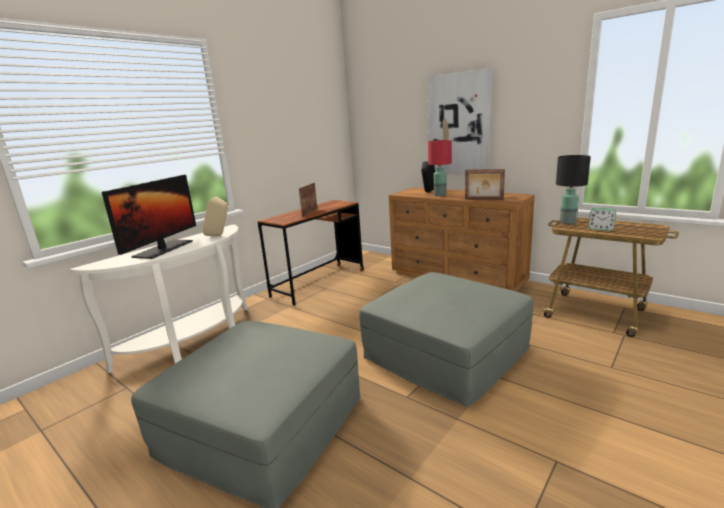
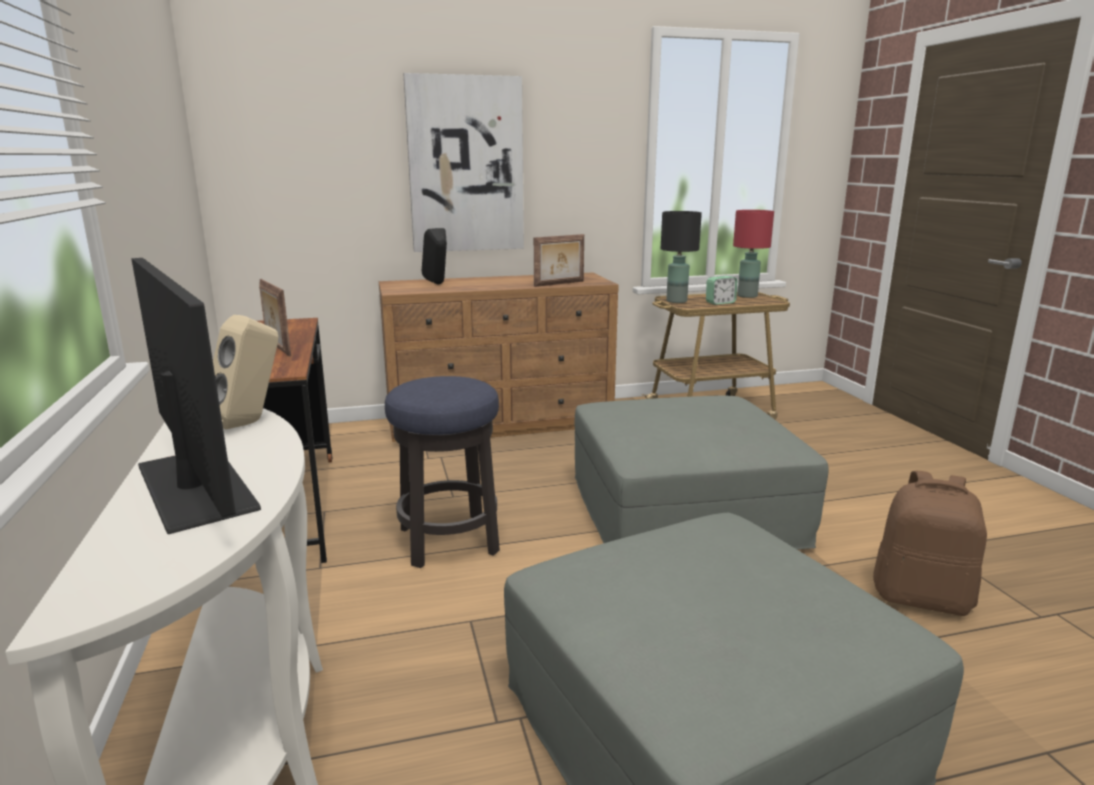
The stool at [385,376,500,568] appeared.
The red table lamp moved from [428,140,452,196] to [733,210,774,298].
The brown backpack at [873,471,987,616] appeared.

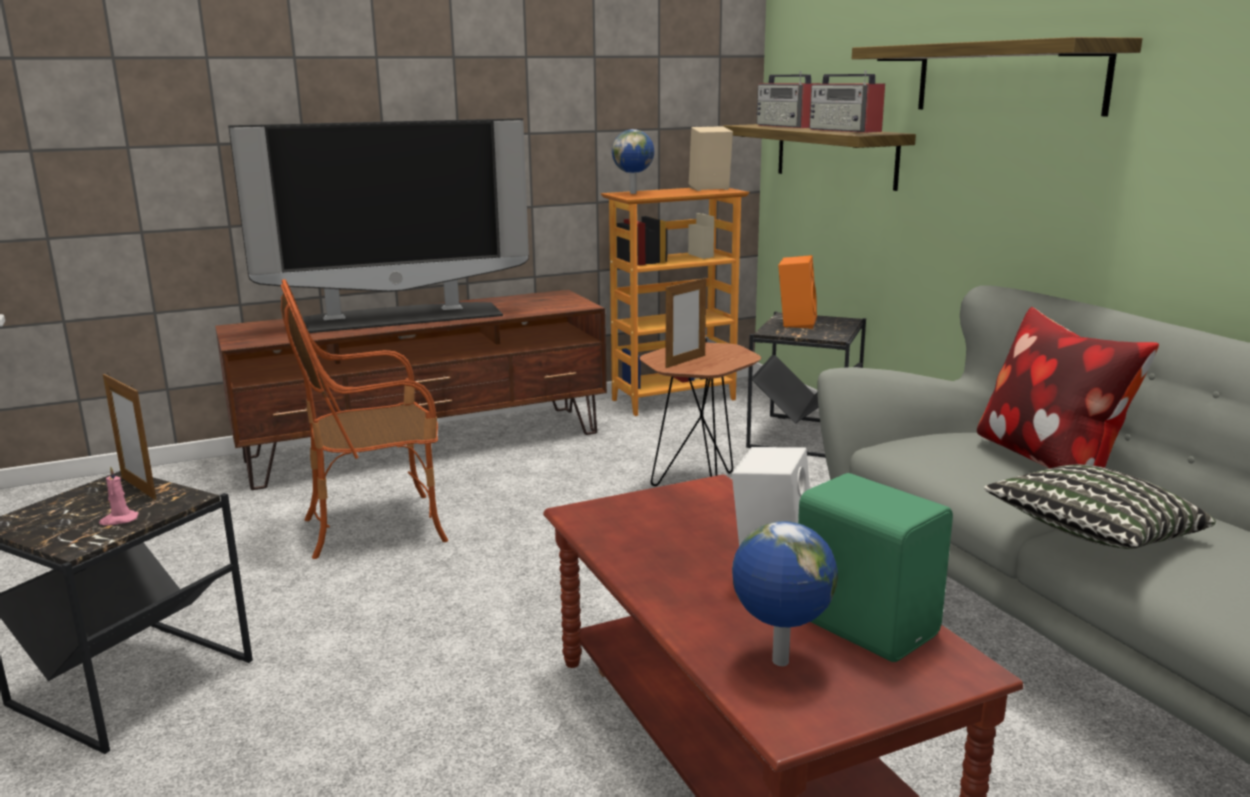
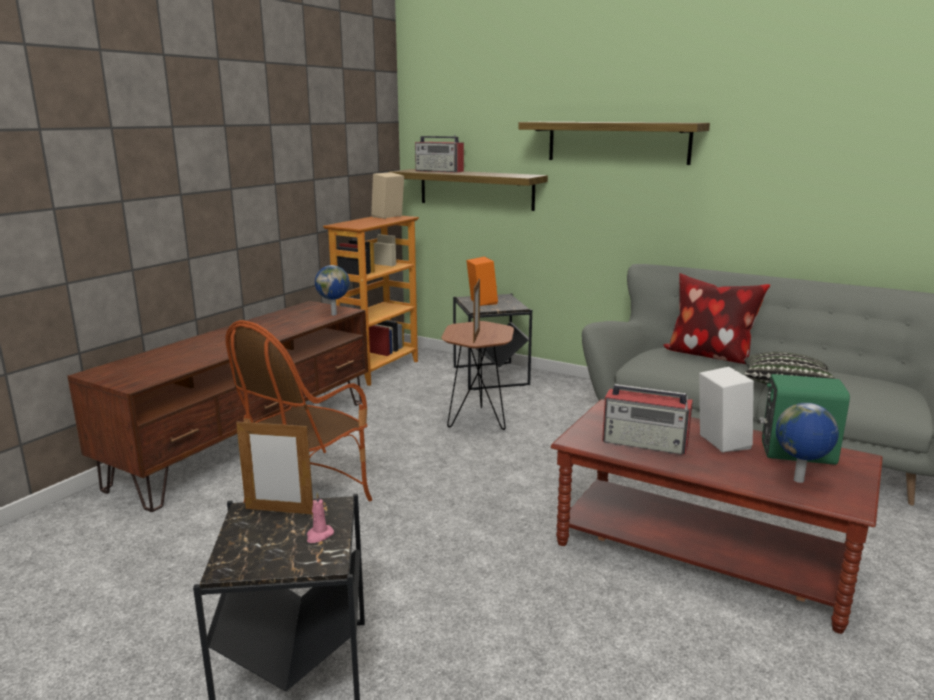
The globe moved from [612,129,654,194] to [315,265,350,315].
The radio moved from [809,70,885,133] to [602,384,693,455].
The television at [228,118,529,333] disappeared.

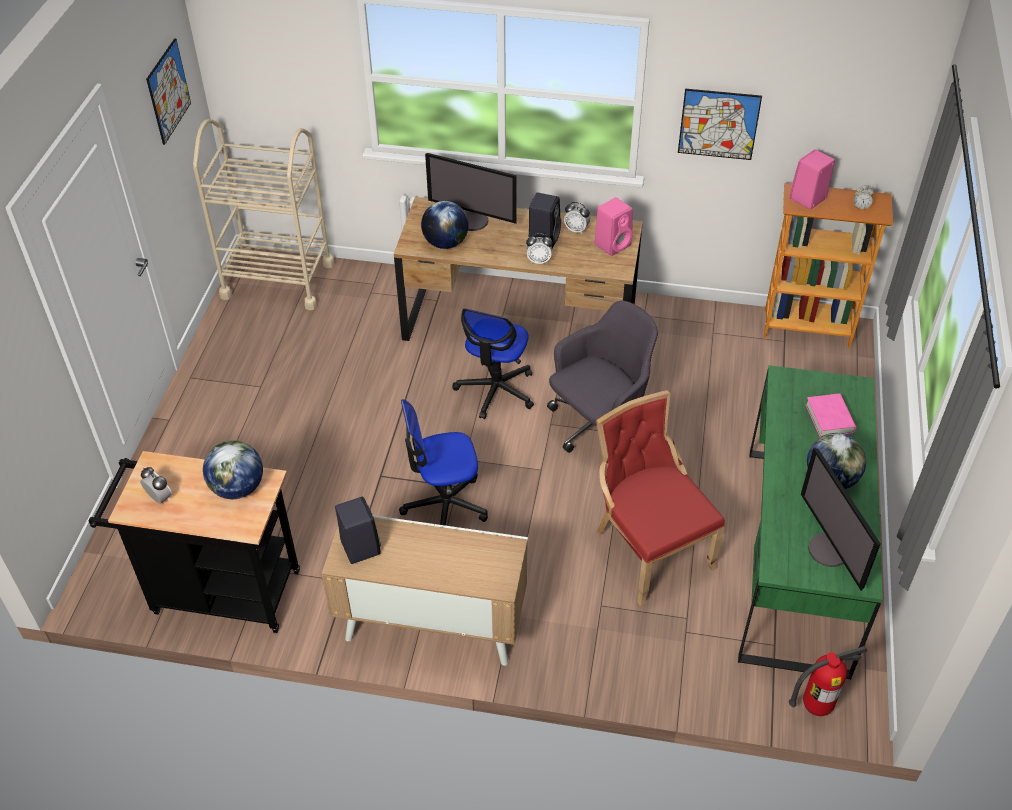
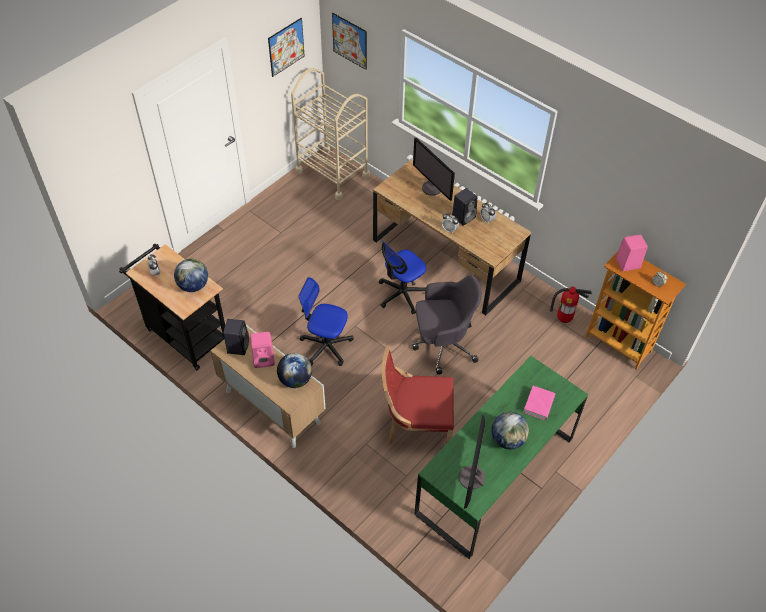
The pink speaker moved from [595,197,633,256] to [251,332,275,368].
The globe moved from [421,201,469,249] to [277,353,312,388].
The picture moved from [678,89,762,160] to [332,13,367,70].
The red chair at [596,390,725,606] turned 90 degrees counterclockwise.
The fire extinguisher moved from [789,646,867,716] to [550,287,592,323].

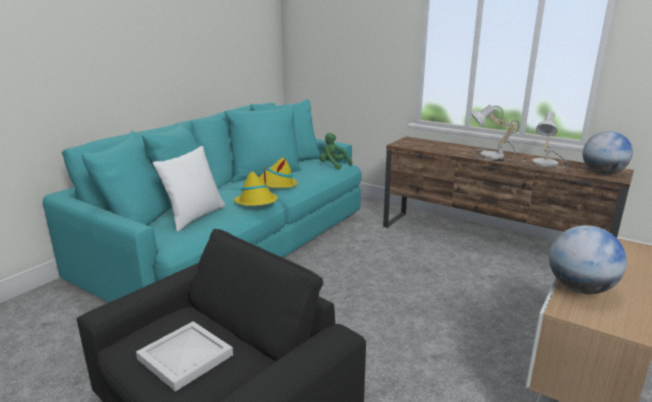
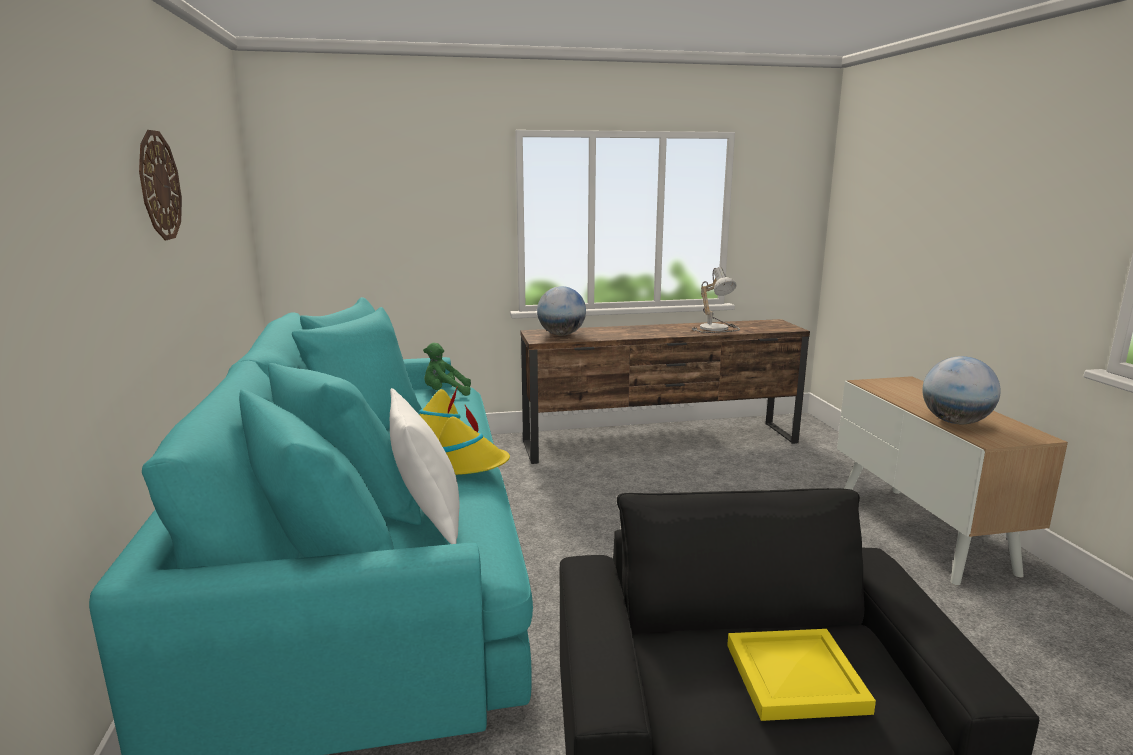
The wall clock at [139,130,182,240] appeared.
The globe moved from [583,131,633,175] to [537,286,586,335].
The white tray at [136,321,233,392] became the yellow tray at [727,629,876,721].
The table lamp at [471,104,519,161] disappeared.

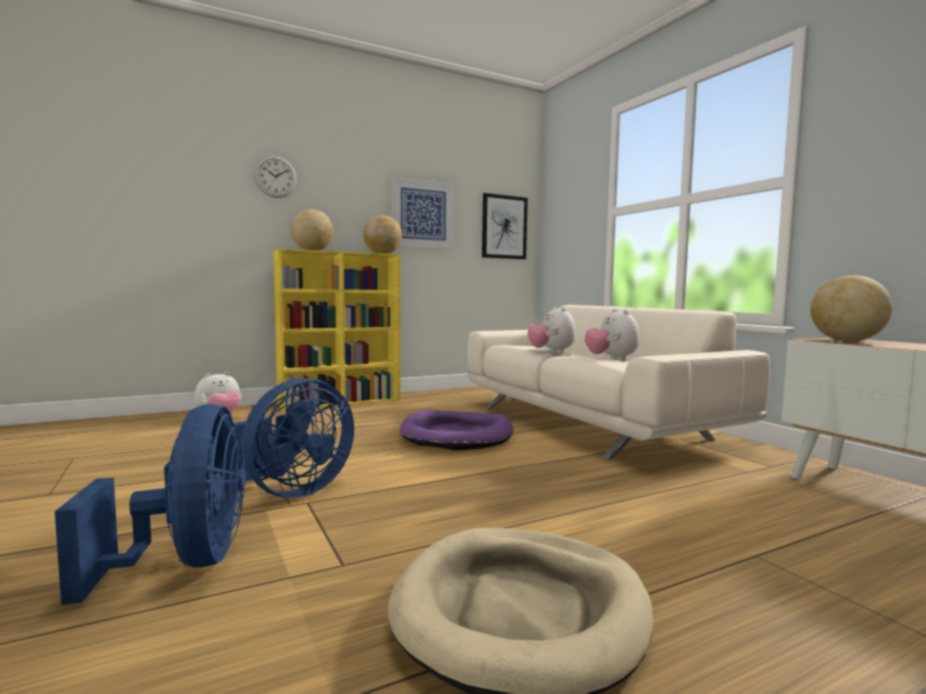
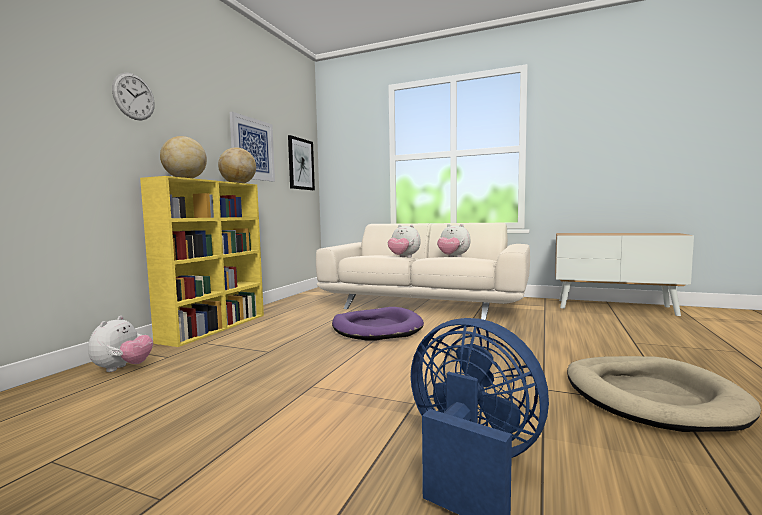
The blue fan at [233,378,354,498] disappeared.
The globe at [810,275,893,342] disappeared.

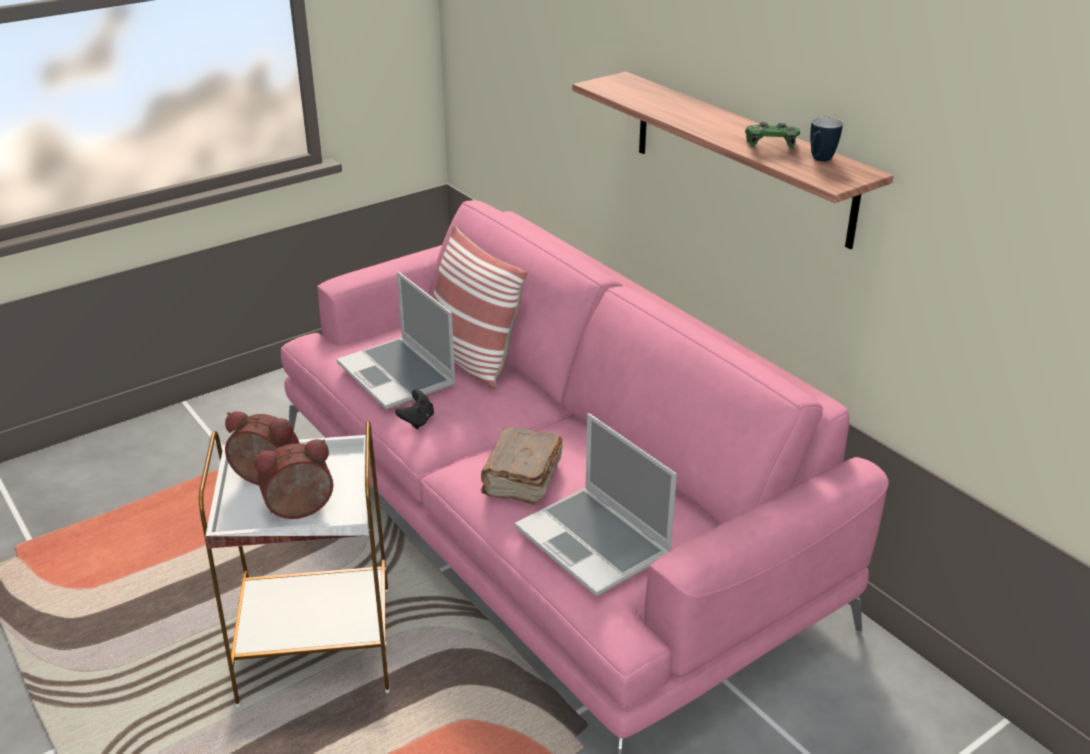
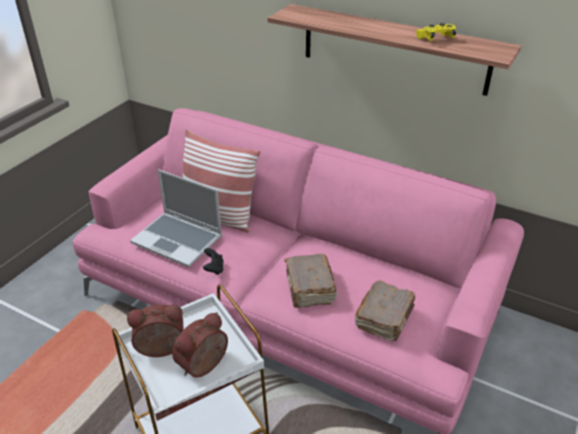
The laptop at [515,413,677,596] was replaced by the brown book at [355,280,415,341].
The green game controller at [745,122,800,149] became the yellow game controller at [416,23,456,41].
The mug at [810,117,843,162] disappeared.

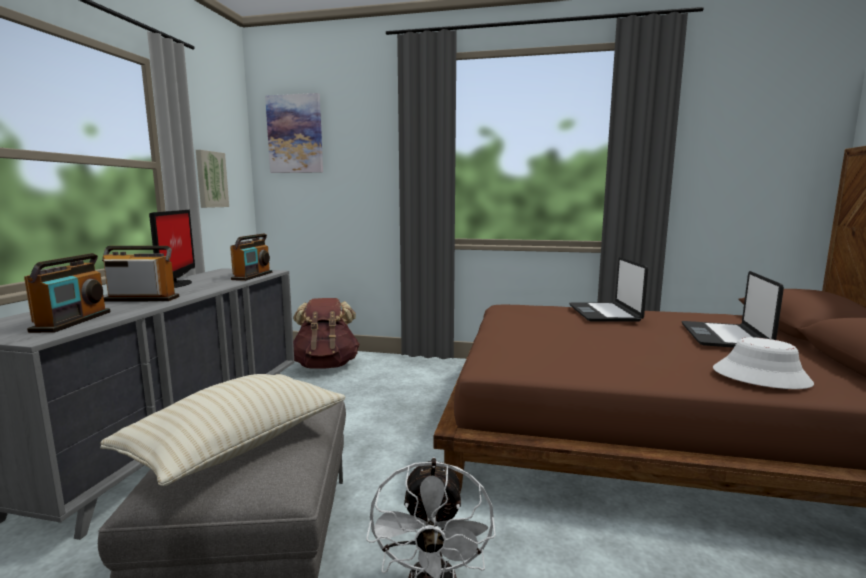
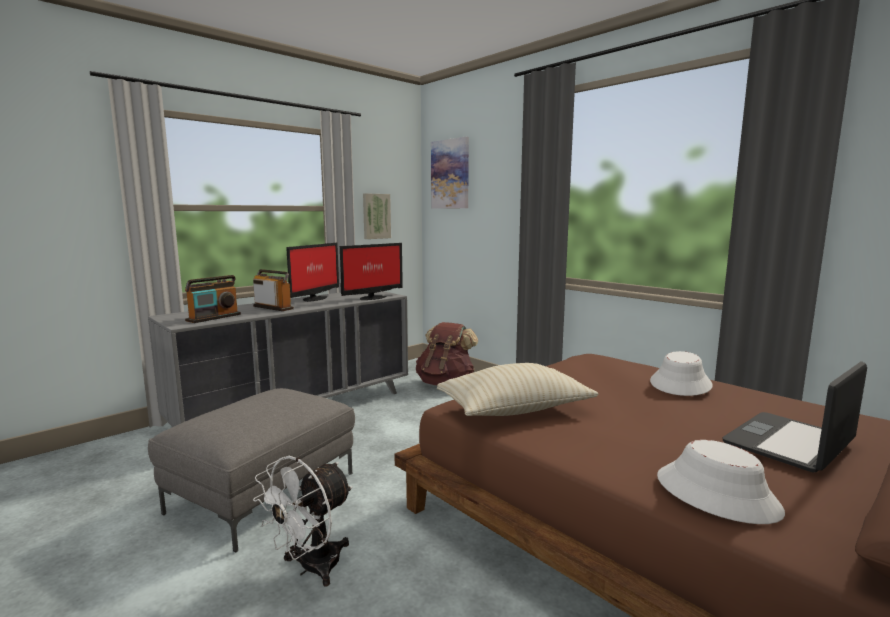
The radio at [230,234,272,281] was replaced by the monitor at [340,243,403,300].
The beige pillow moved from [100,374,346,486] to [437,363,599,416].
The laptop at [569,257,648,322] was replaced by the white hat at [650,351,713,396].

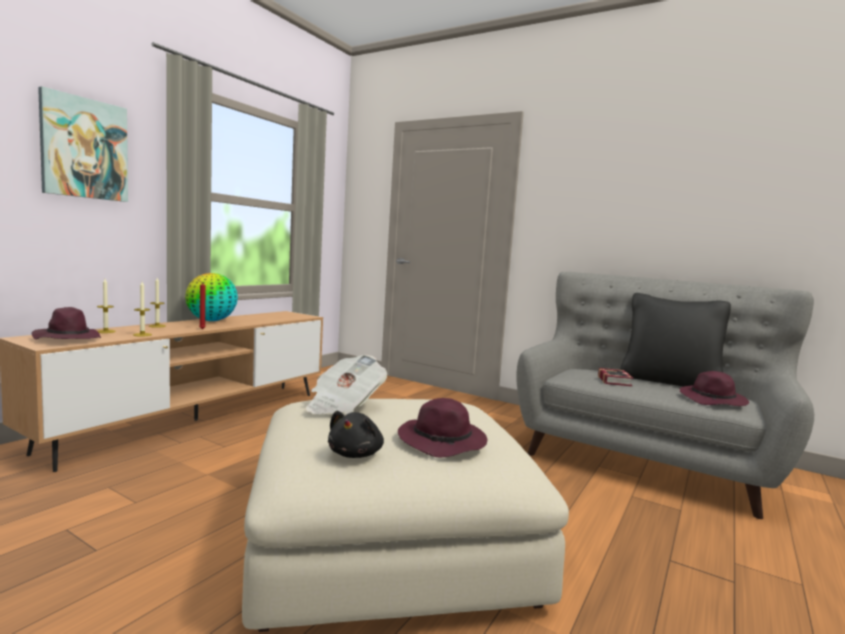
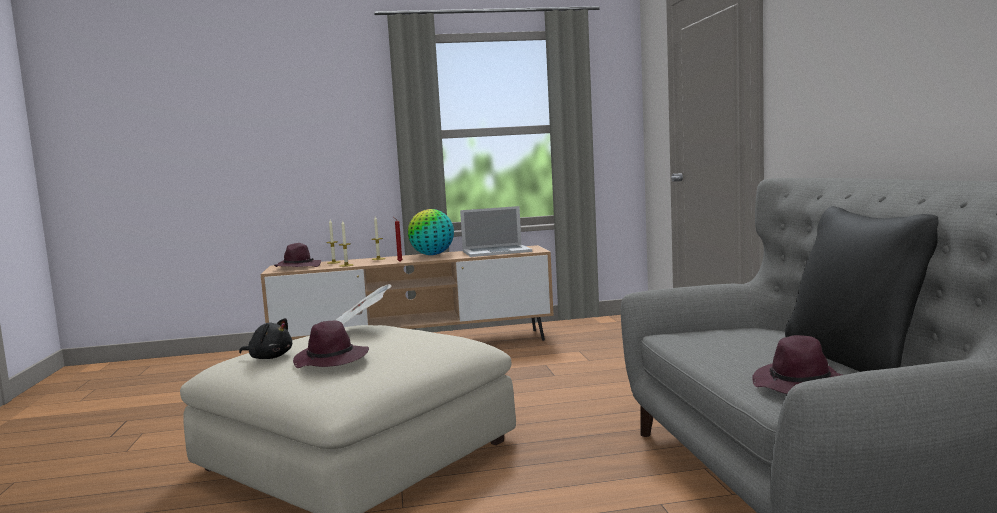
The black plush toy at [328,411,384,458] turned 135 degrees counterclockwise.
The laptop at [460,206,532,257] appeared.
The picture at [38,86,128,202] disappeared.
The book at [598,368,633,386] disappeared.

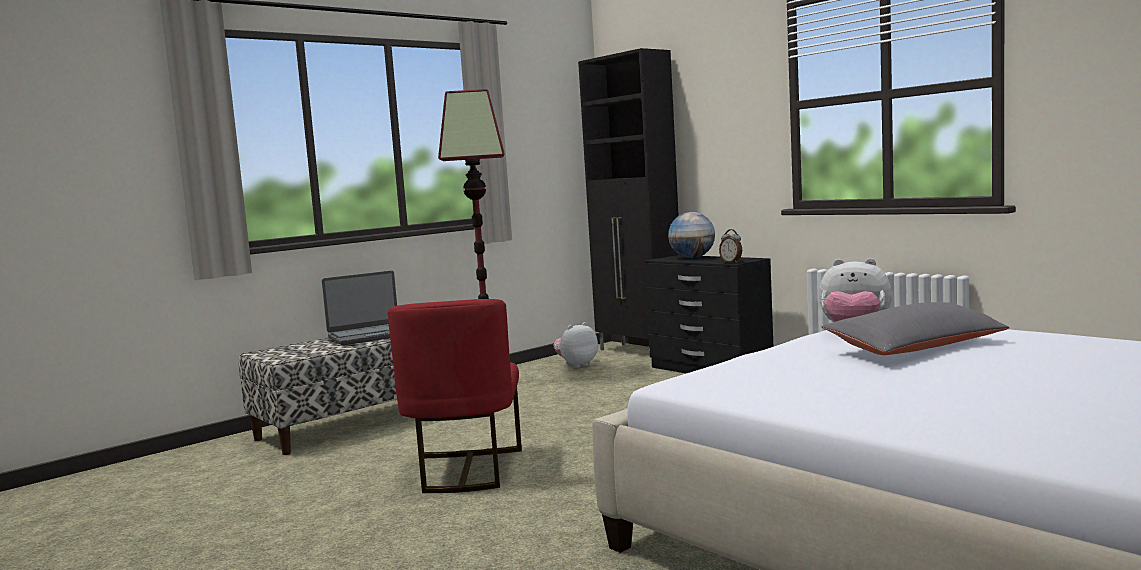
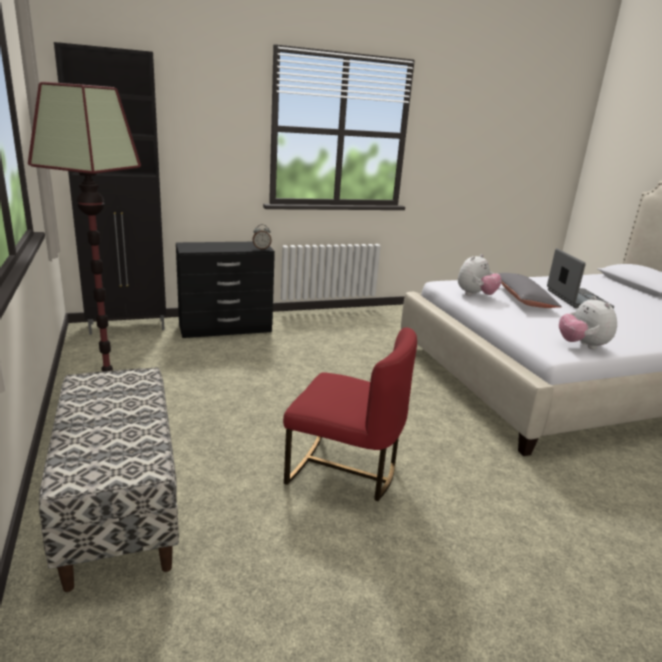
The laptop moved from [322,271,397,345] to [547,248,614,308].
The plush toy moved from [553,322,598,368] to [559,296,617,350].
The globe at [668,212,715,258] disappeared.

